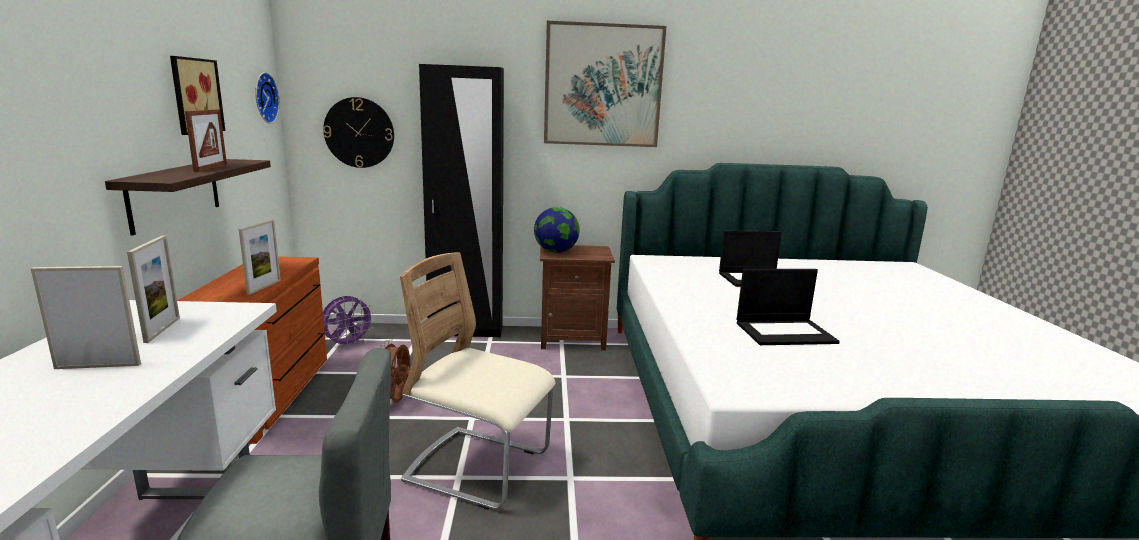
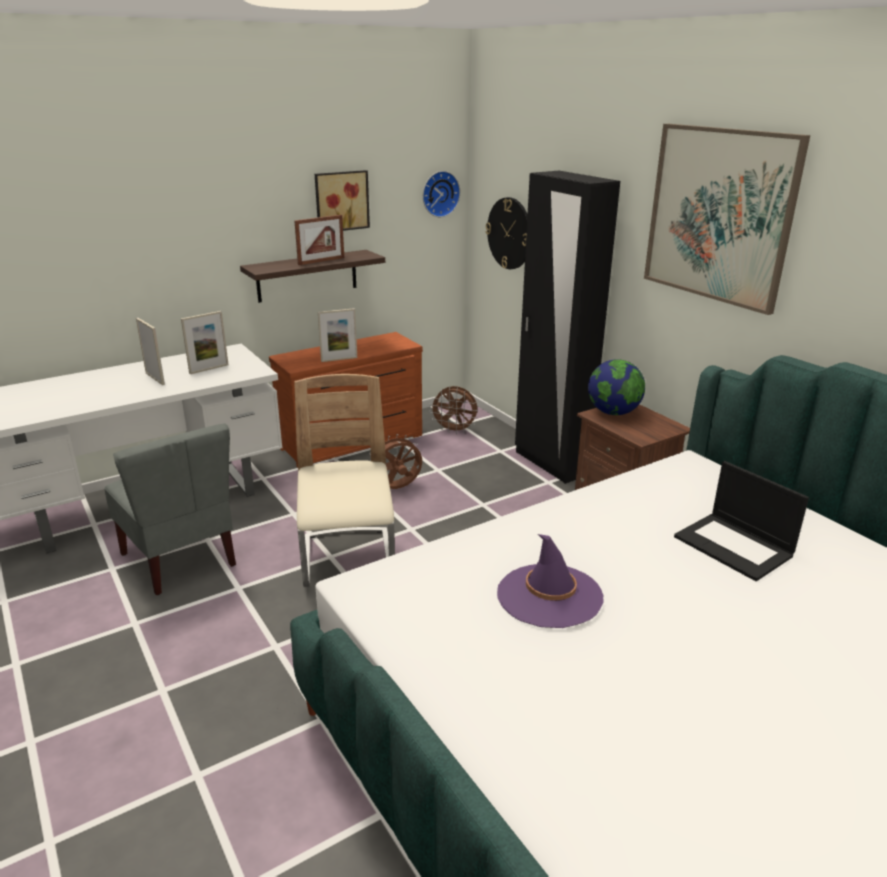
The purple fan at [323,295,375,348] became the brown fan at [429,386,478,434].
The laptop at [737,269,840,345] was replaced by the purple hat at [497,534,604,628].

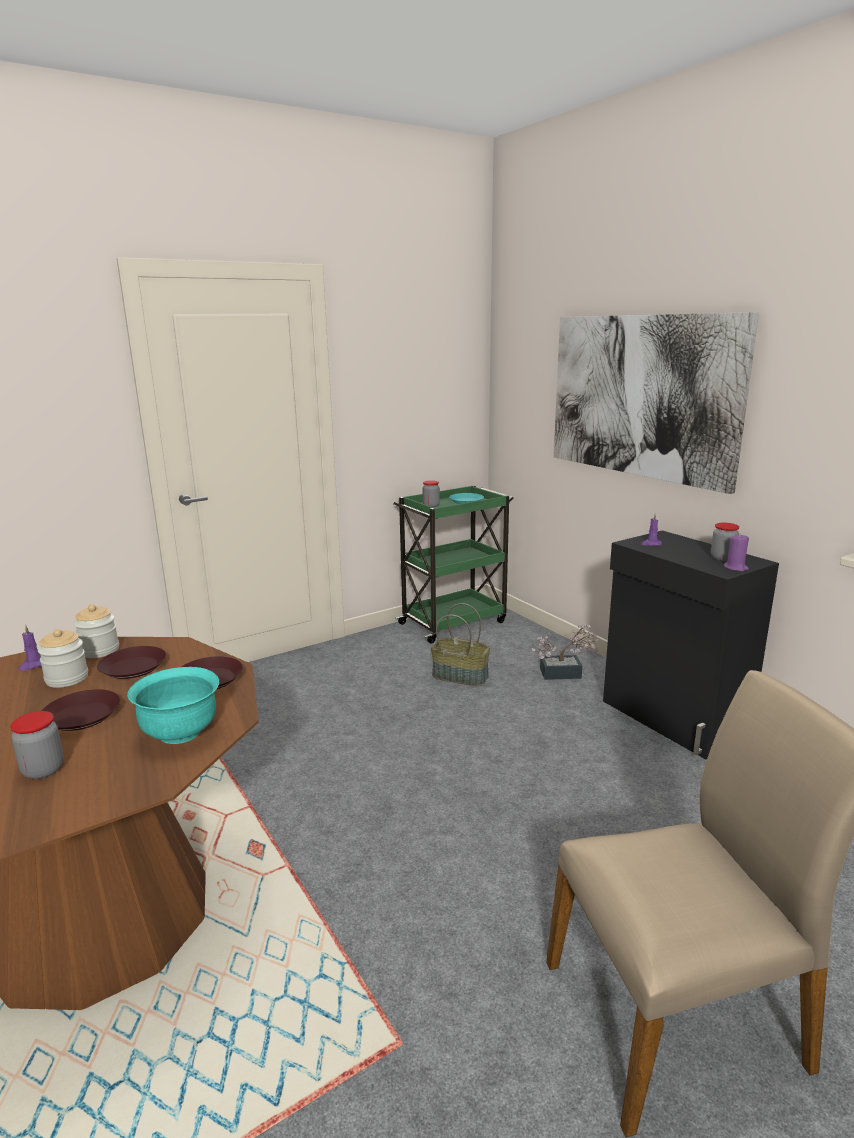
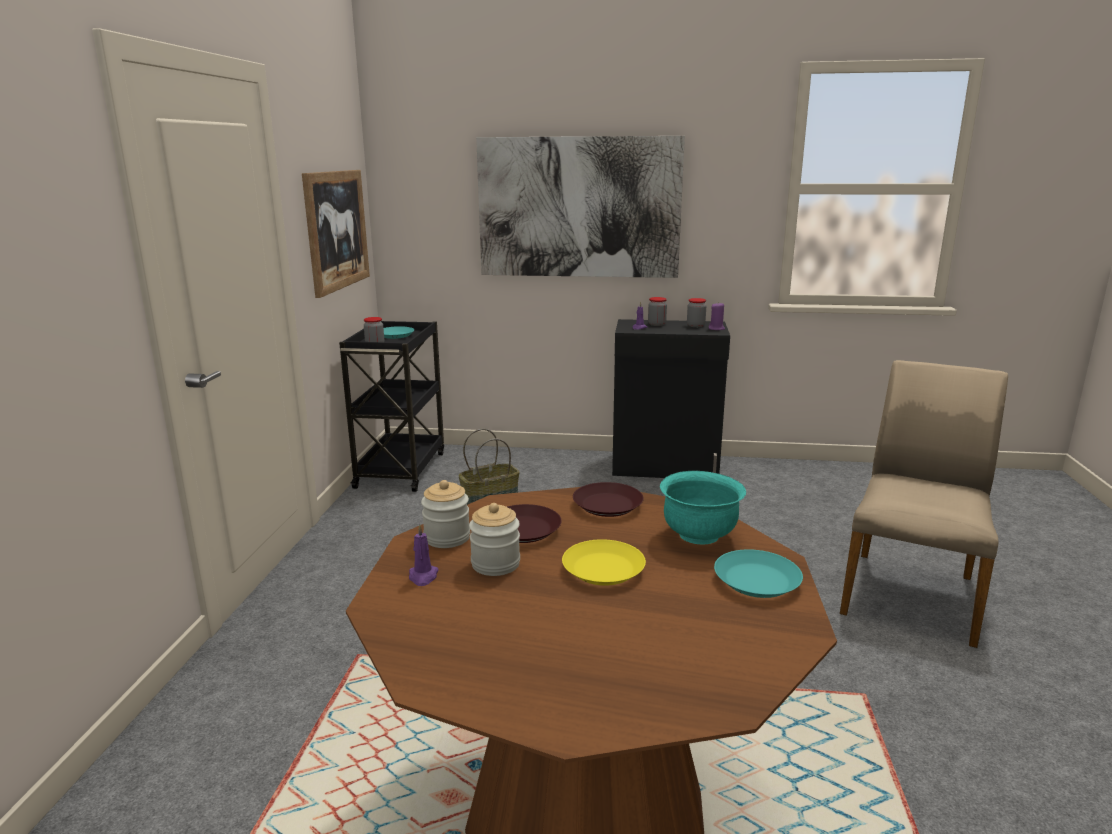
The picture at [302,170,370,298] appeared.
The green cart at [394,485,514,644] became the black cart at [339,321,444,492].
The brown plate at [42,689,120,731] became the yellow plate at [562,539,646,586].
The jar moved from [10,711,64,779] to [648,297,667,326].
The turquoise plate at [714,549,803,598] appeared.
The potted plant at [532,623,599,680] disappeared.

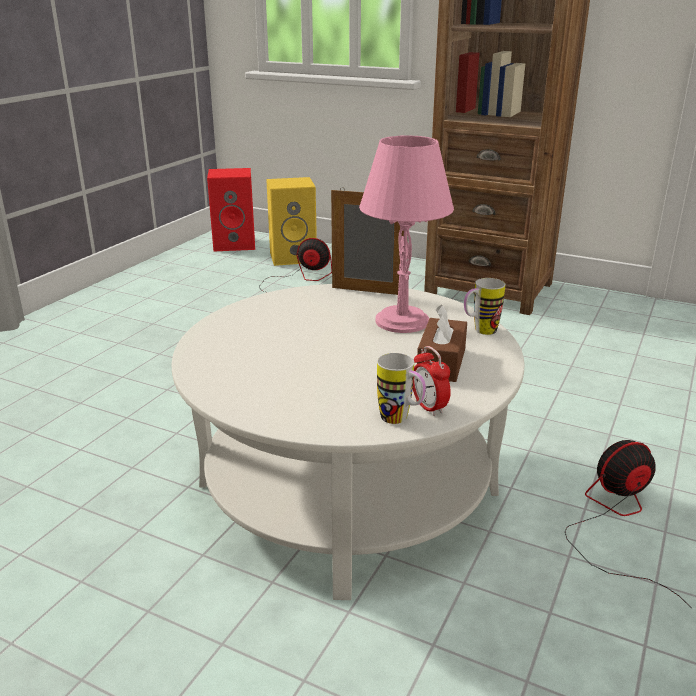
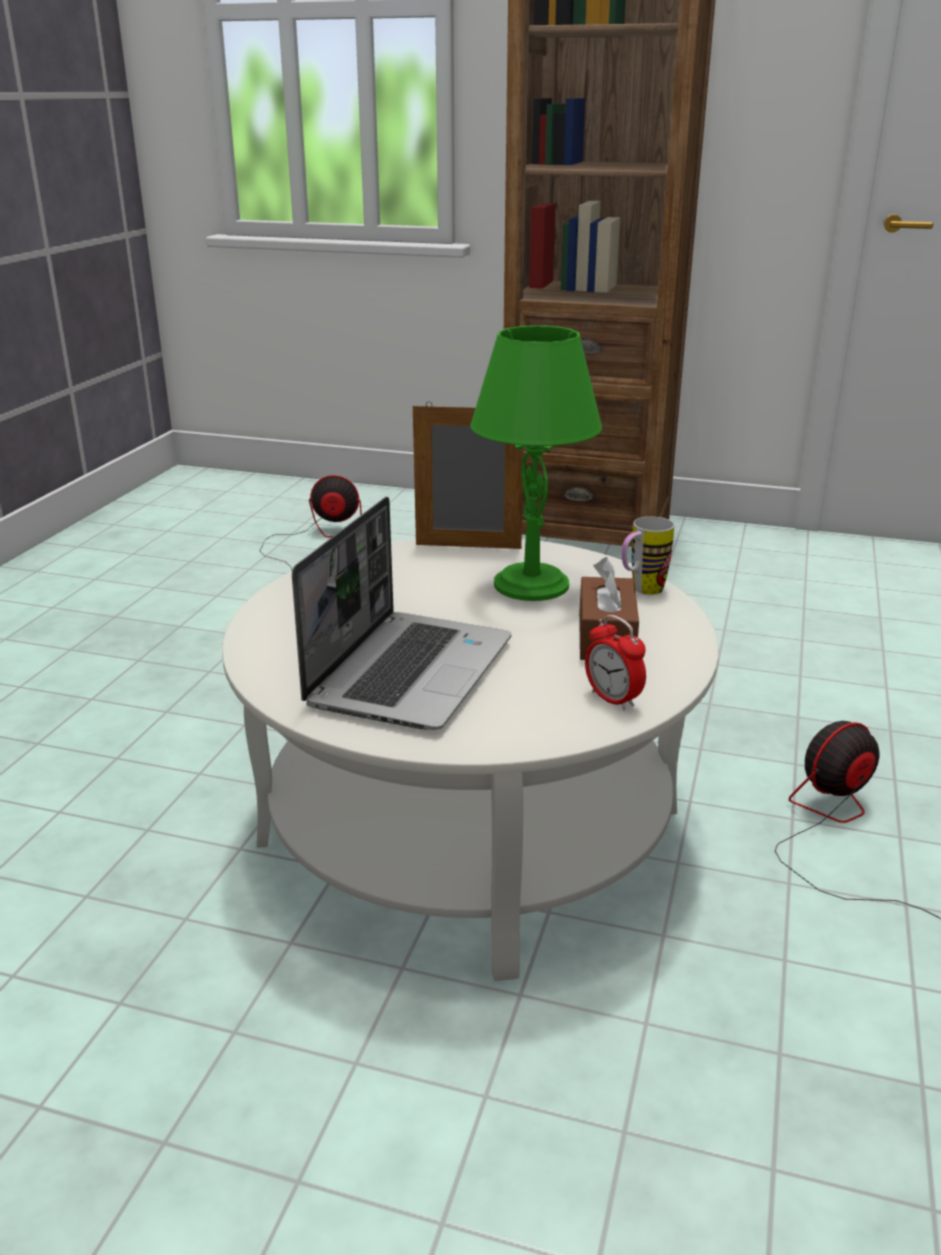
The laptop at [292,497,512,730] appeared.
The pink table lamp at [359,135,454,333] became the green table lamp at [470,325,602,601].
The red speaker at [207,168,255,251] disappeared.
The yellow speaker at [266,177,317,266] disappeared.
The mug at [377,353,426,424] disappeared.

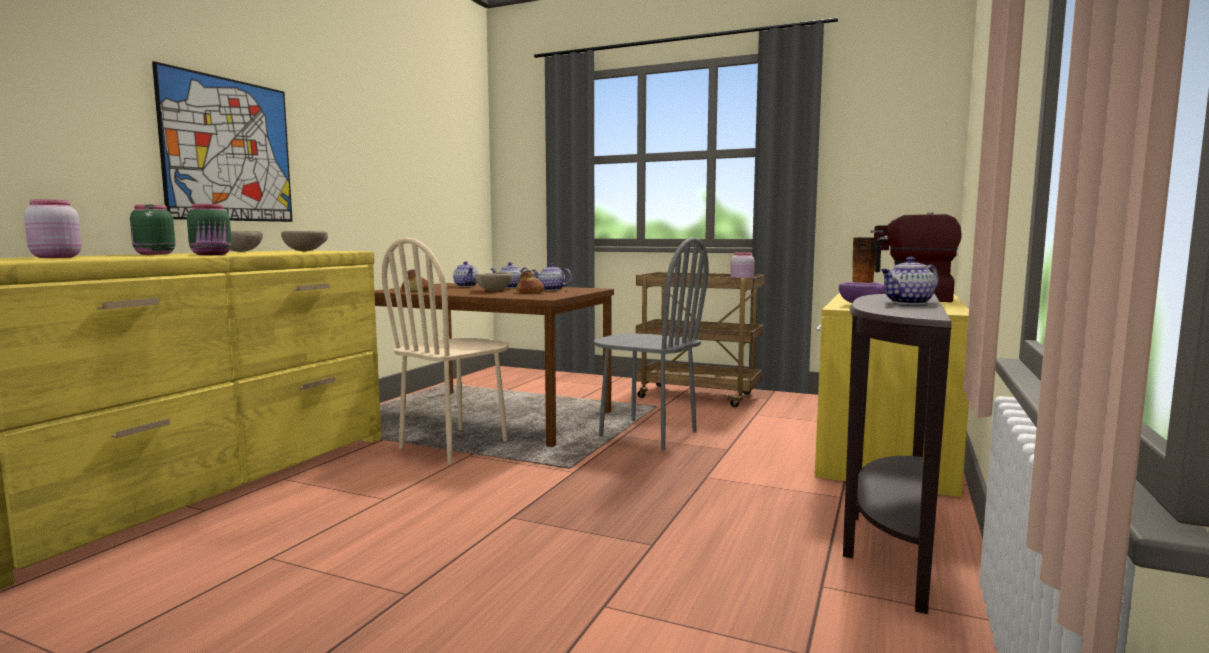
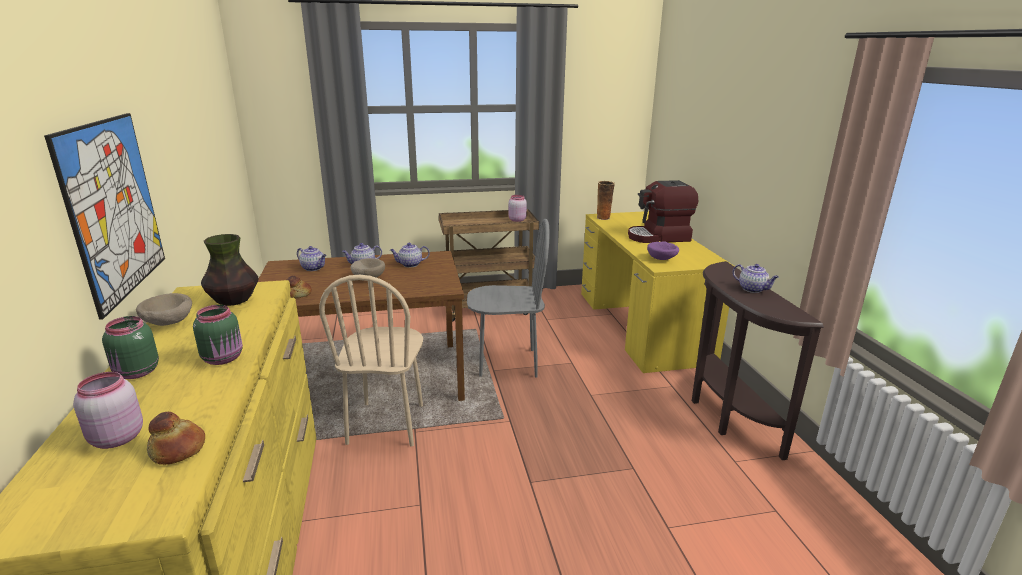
The bread moved from [517,270,544,293] to [147,412,205,465].
The beige bowl at [281,231,328,252] was replaced by the vase at [201,234,259,306].
The teapot at [881,257,939,304] turned 75 degrees counterclockwise.

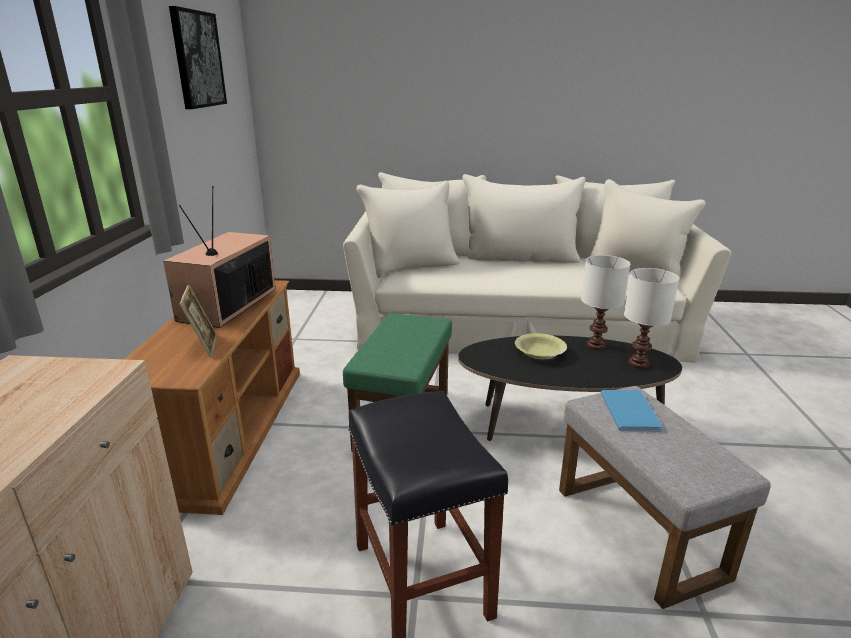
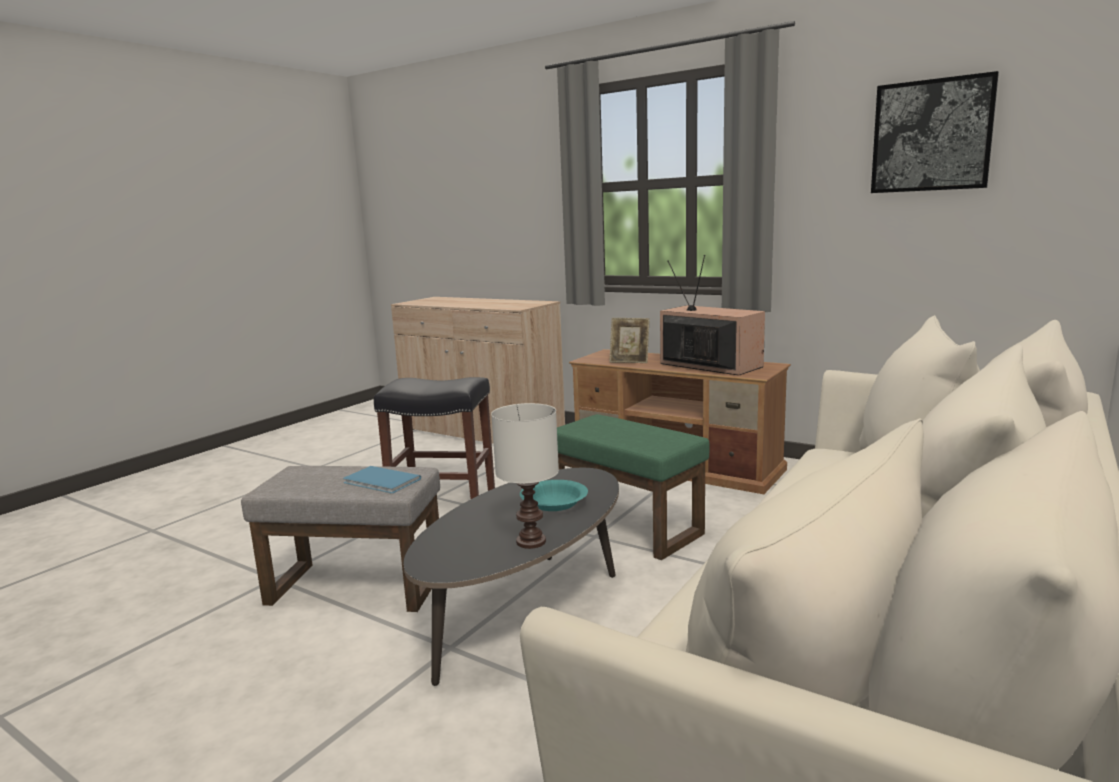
The yellow bowl at [515,333,567,360] became the turquoise bowl at [520,480,588,511].
The white table lamp at [624,268,679,369] disappeared.

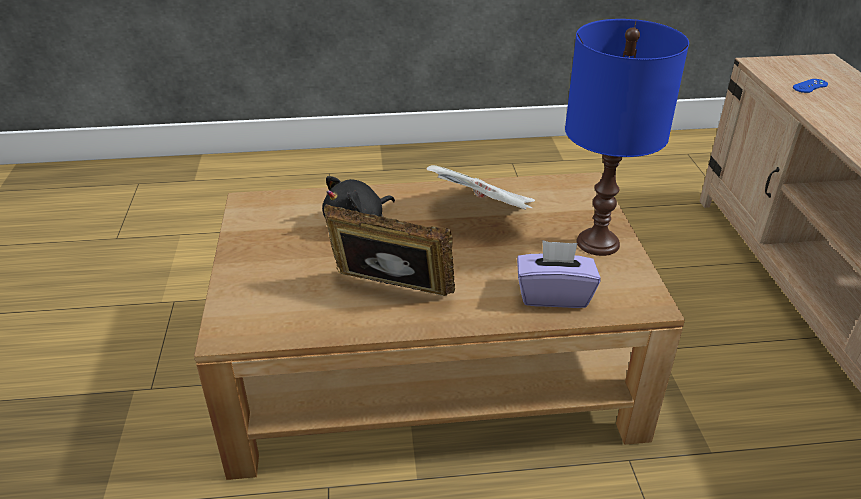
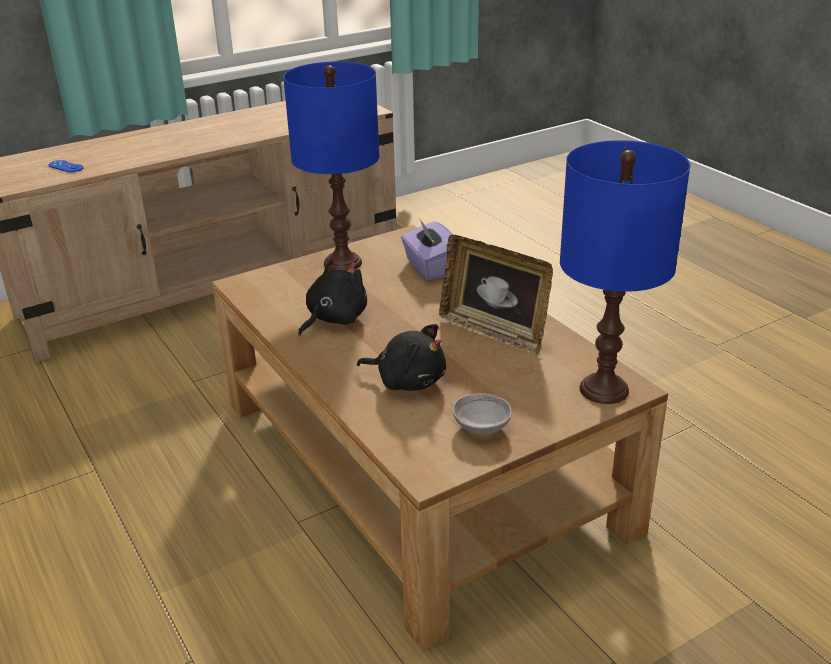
The newspaper at [427,165,535,210] was replaced by the black plush toy at [298,259,367,336].
The picture frame at [324,204,455,296] turned 45 degrees counterclockwise.
The grey bowl at [452,393,512,435] appeared.
The blue table lamp at [560,140,690,404] appeared.

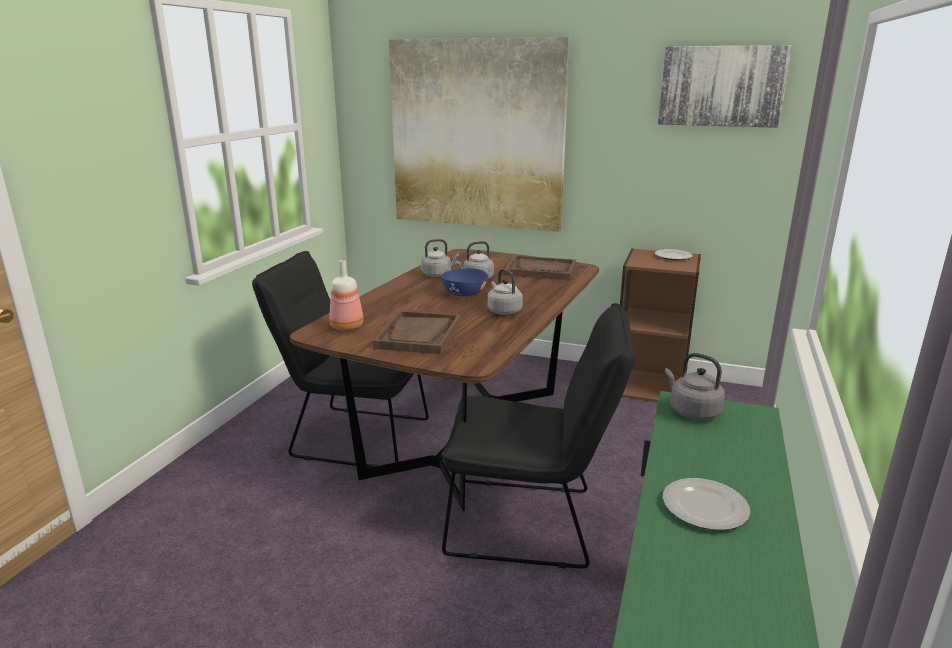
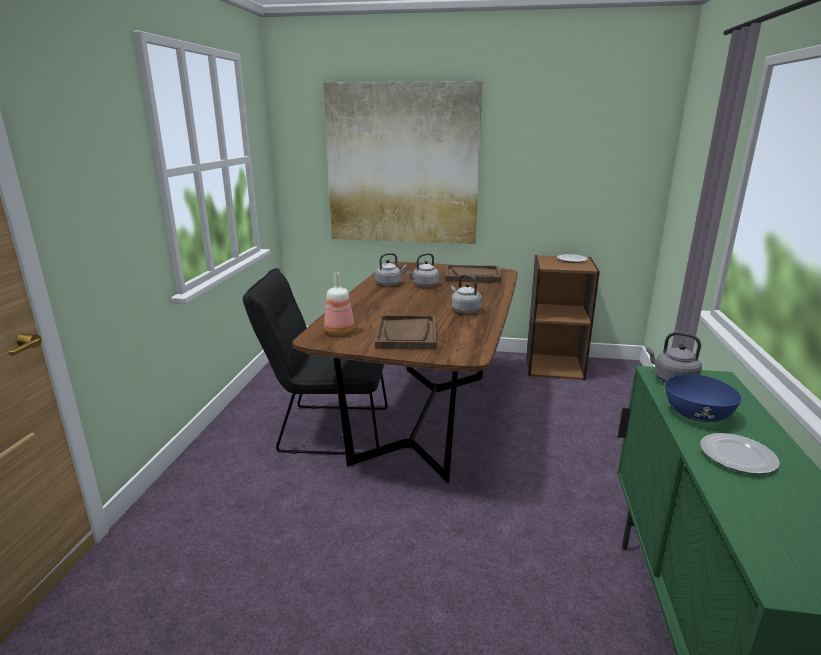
The blue bowl moved from [441,268,488,297] to [665,374,742,422].
The black chair at [442,303,635,569] disappeared.
The picture at [658,45,792,128] disappeared.

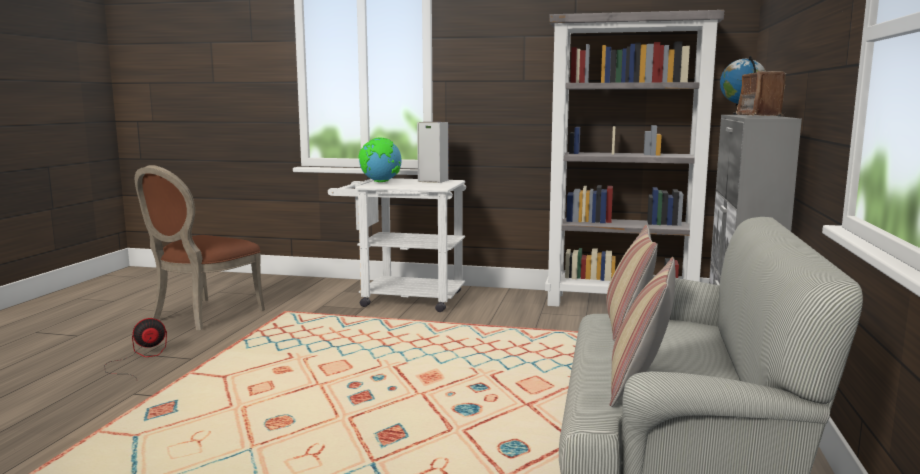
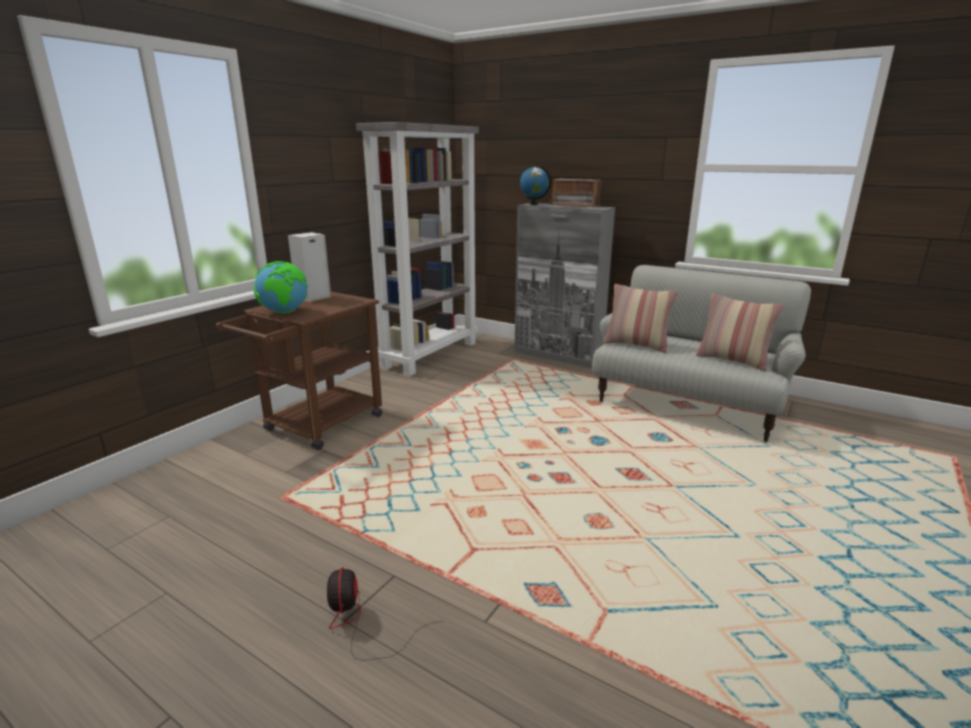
The white cart at [328,178,466,312] became the brown cart at [216,292,382,450].
The brown chair at [135,165,265,331] disappeared.

